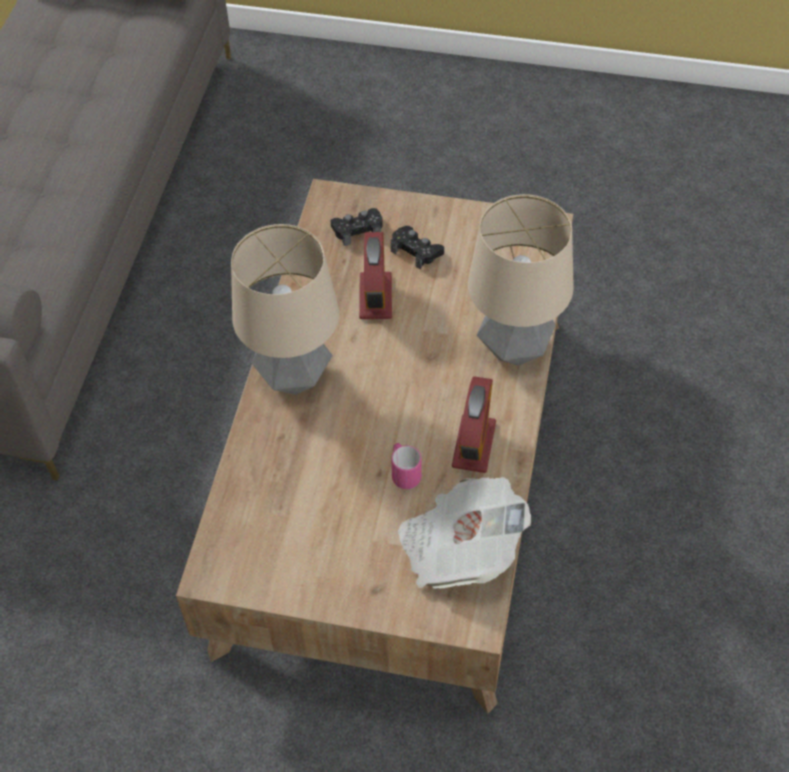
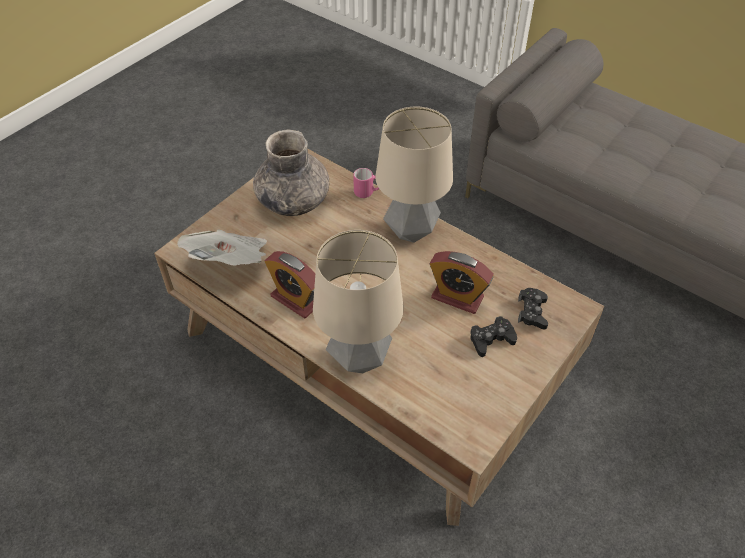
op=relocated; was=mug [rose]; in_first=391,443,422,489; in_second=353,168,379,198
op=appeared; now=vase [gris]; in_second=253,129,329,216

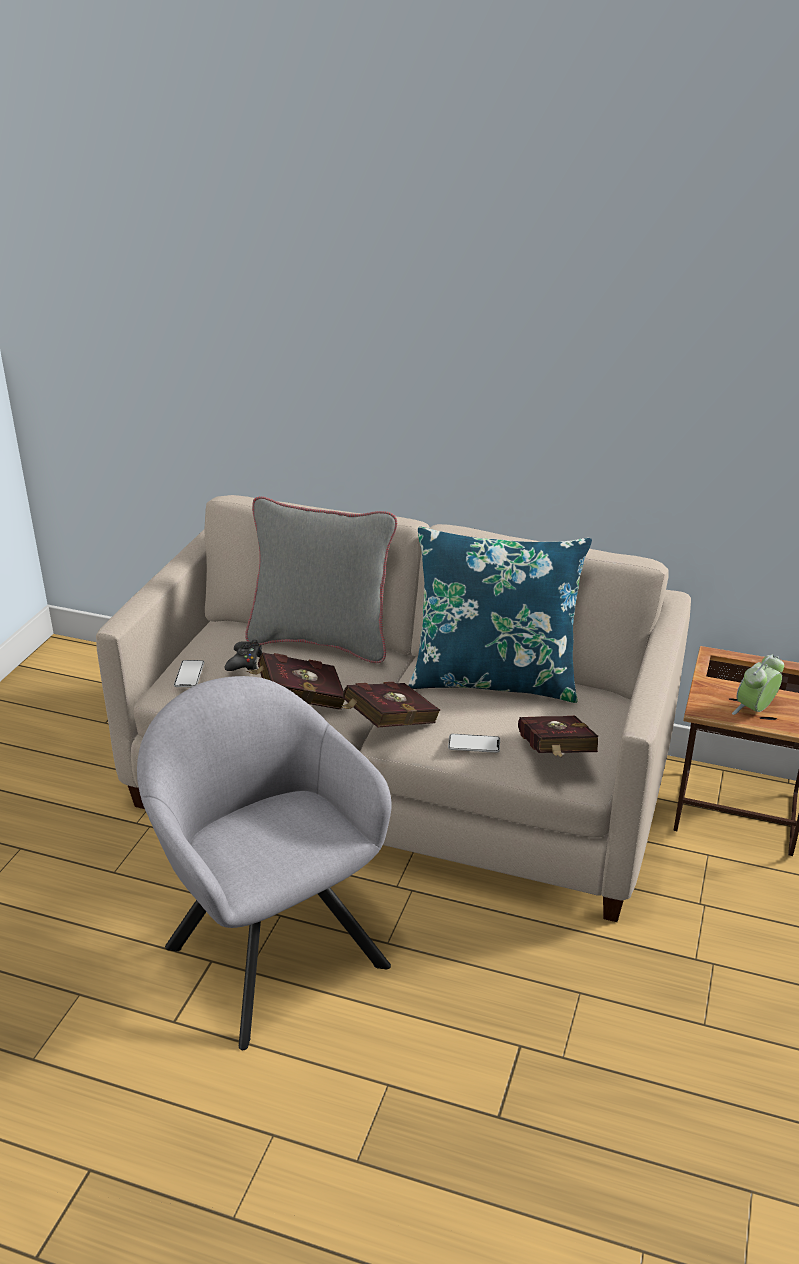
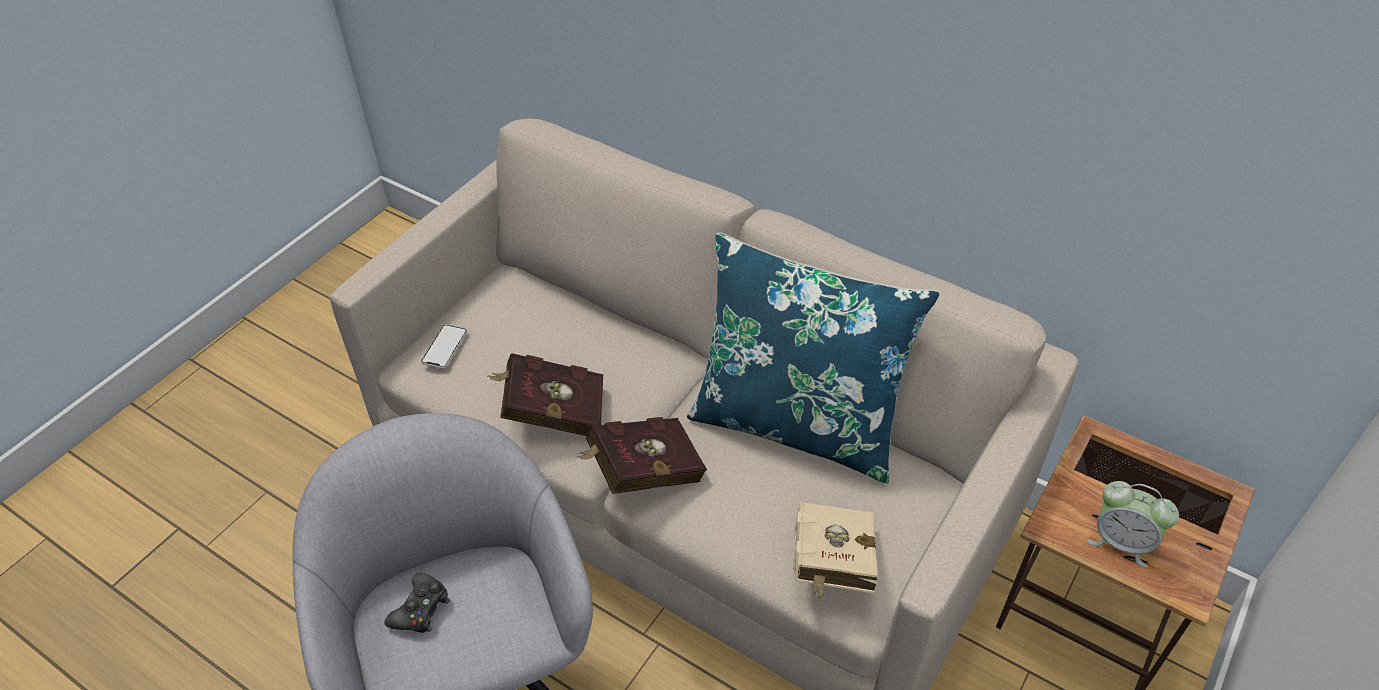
op=missing; was=coussin [gris]; in_first=245,496,397,663
op=relocated; was=manette [noir]; in_first=224,640,262,671; in_second=384,573,450,633
op=spun; was=réveil; in_first=732,655,784,715; in_second=1087,481,1179,568; clockwise=-120
op=colour; was=livre [rouge]; now=livre [beige]; in_first=518,716,598,757; in_second=793,502,878,598
op=missing; was=téléphone; in_first=448,734,500,753

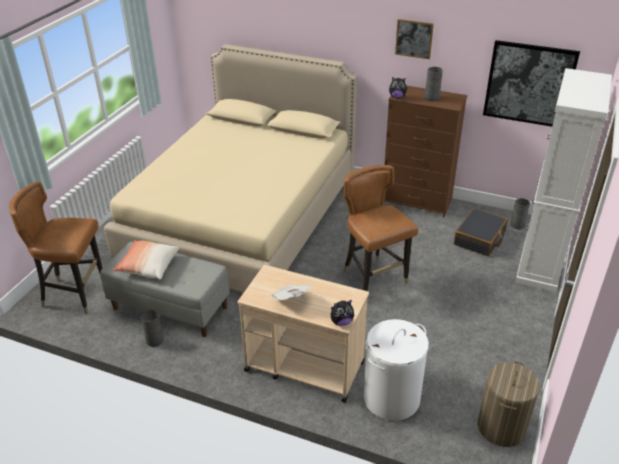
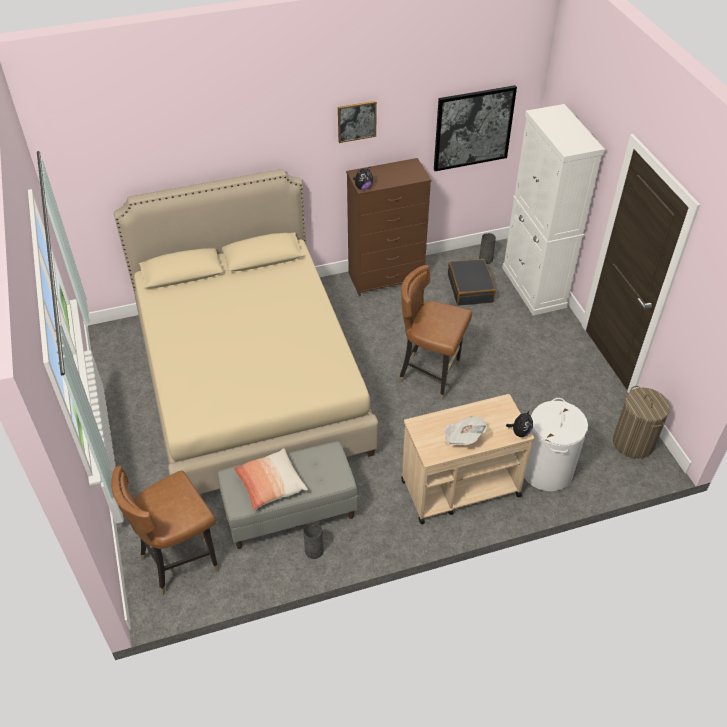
op=missing; was=vase [gris]; in_first=425,67,443,101

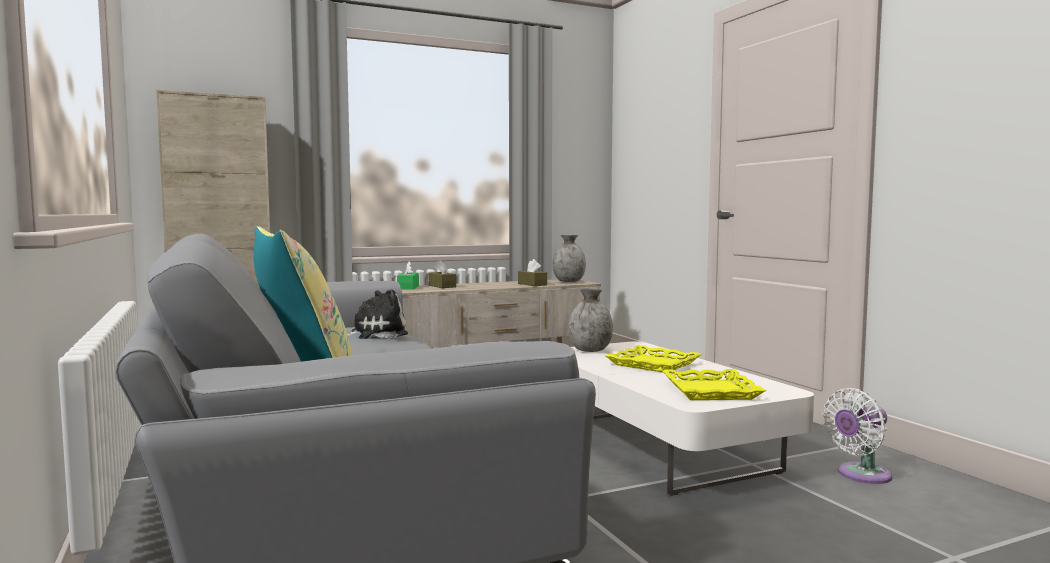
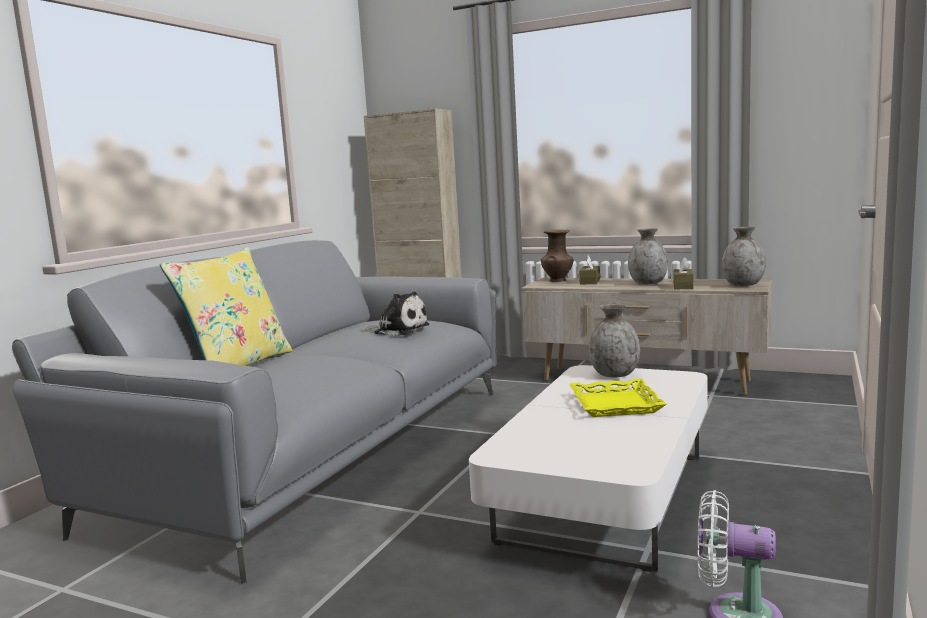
op=exchanged; was=boîte à mouchoirs [vert]; now=vase [marron]; in_first=397,261,419,289; in_second=541,229,574,282
op=missing; was=plateau [jaune]; in_first=663,369,766,400
op=appeared; now=vase [gris]; in_second=628,228,668,284

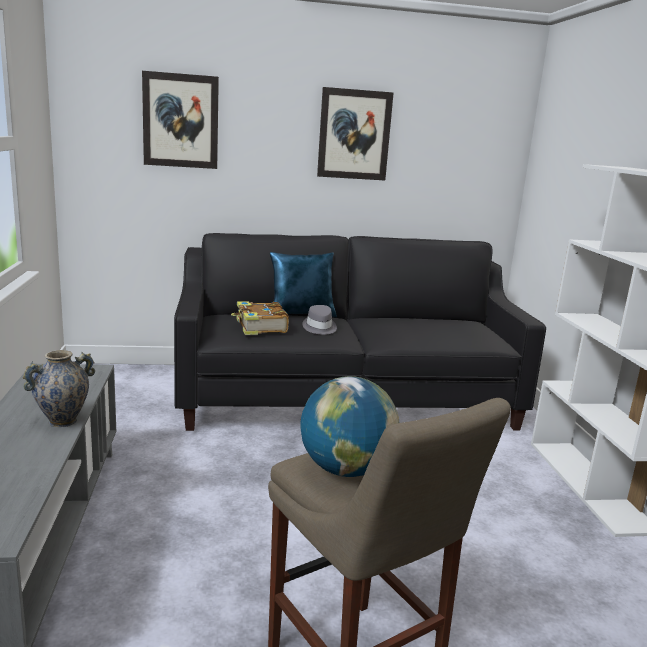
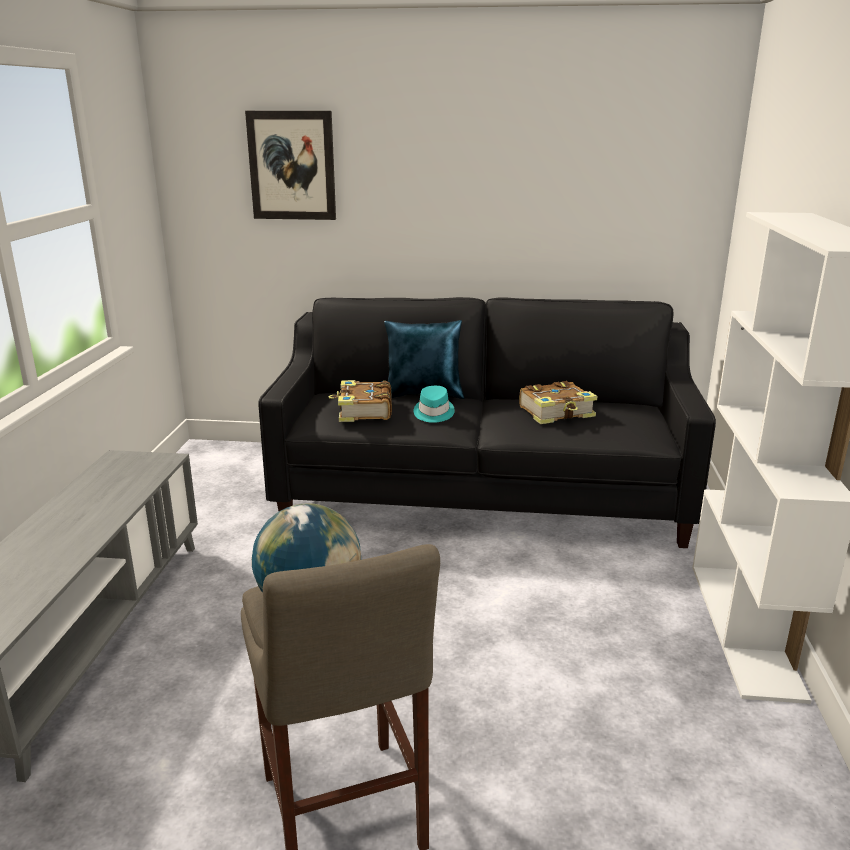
op=missing; was=tableau; in_first=317,87,394,180
op=colour; was=chapeau [gris]; now=chapeau [turquoise]; in_first=302,305,337,335; in_second=414,386,455,423
op=missing; was=vase; in_first=22,350,95,427
op=appeared; now=livre; in_second=519,381,597,424

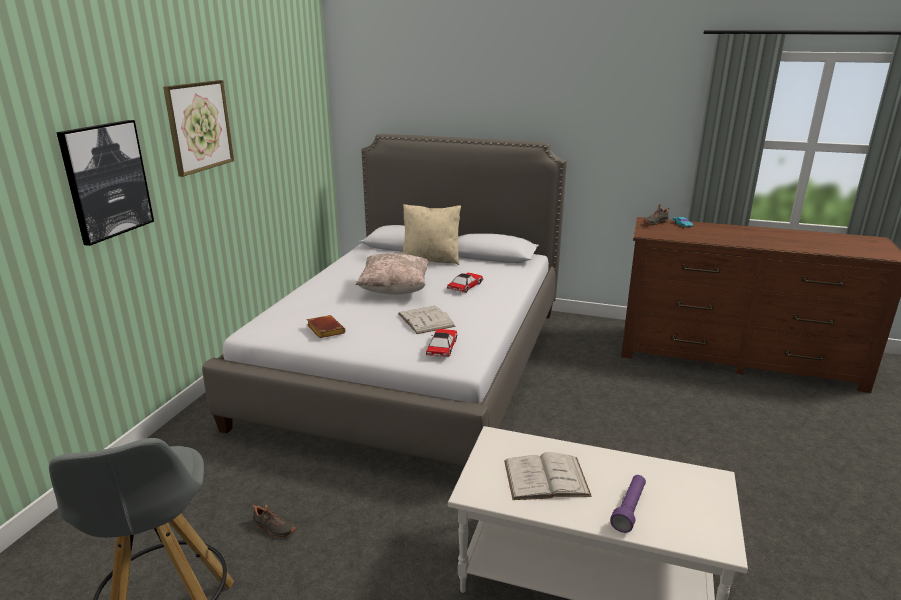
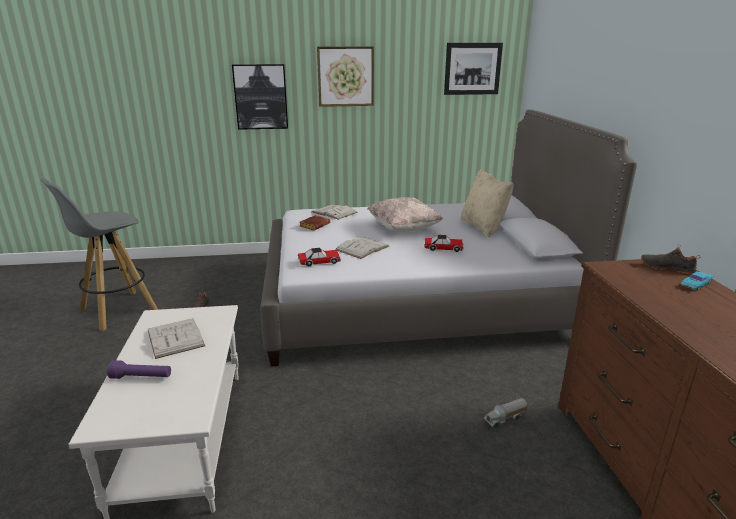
op=appeared; now=tableau; in_second=444,43,503,95
op=appeared; now=livre [blanc]; in_second=312,205,358,220
op=appeared; now=camion jouet; in_second=483,398,527,428

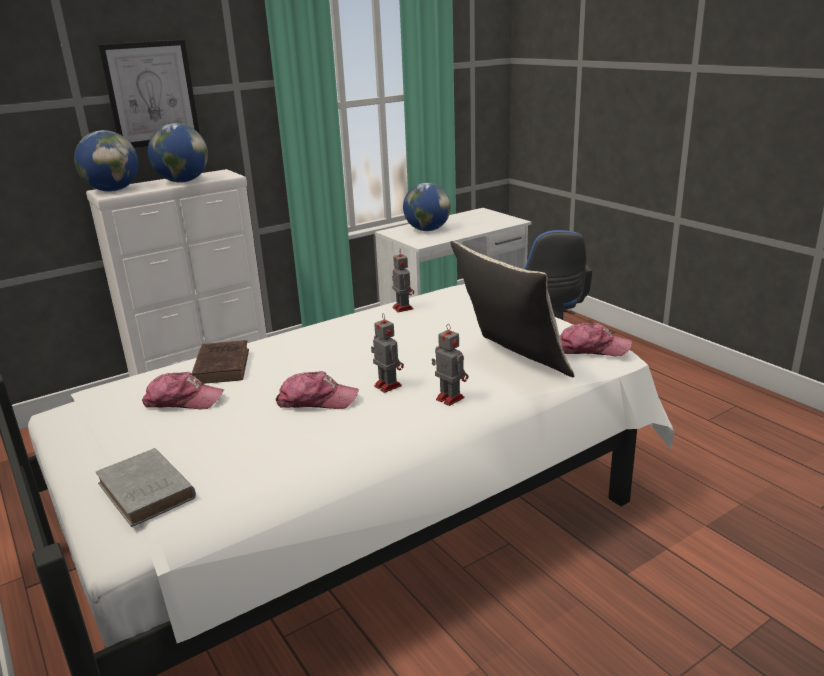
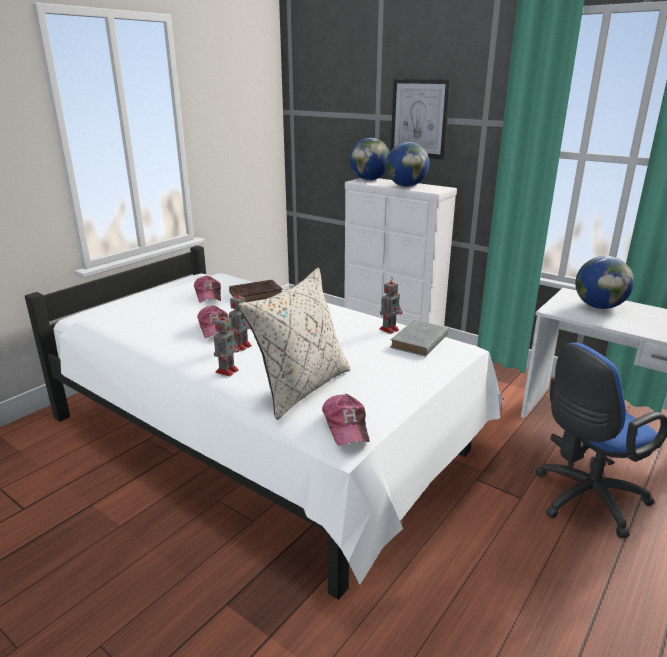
op=relocated; was=livre [gris]; in_first=95,448,196,527; in_second=390,320,448,357

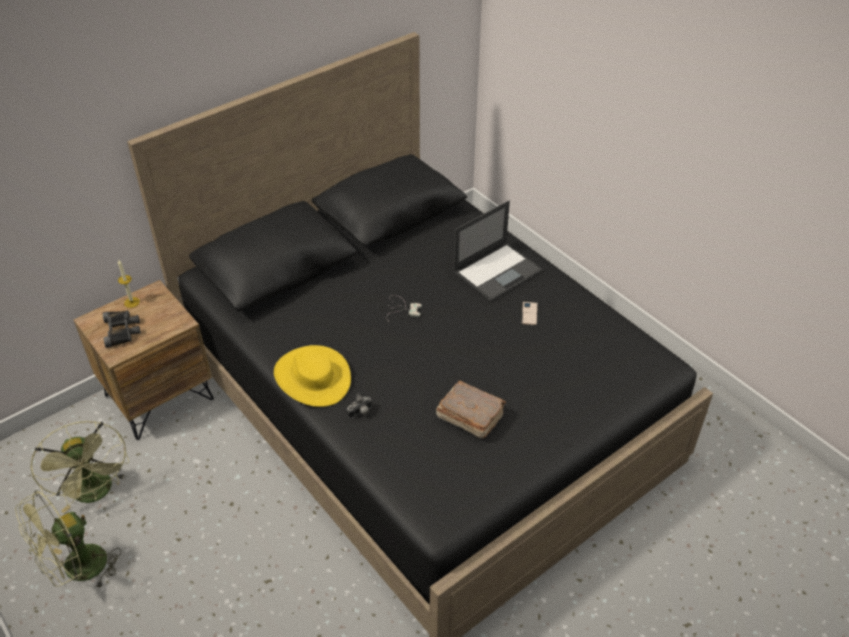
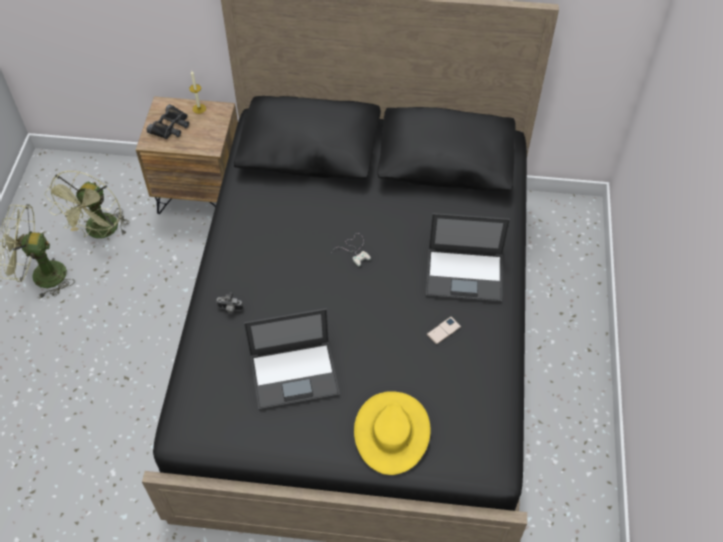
op=relocated; was=chapeau [jaune]; in_first=274,345,351,407; in_second=354,391,431,475
op=exchanged; was=livre [marron]; now=ordinateur portable; in_first=436,380,506,438; in_second=244,308,340,411

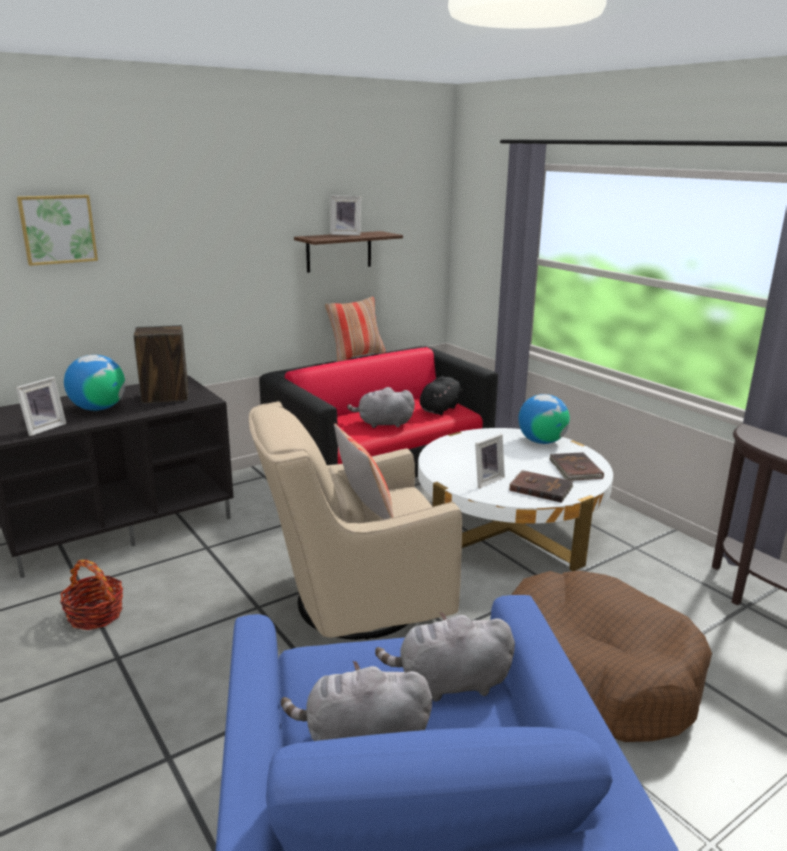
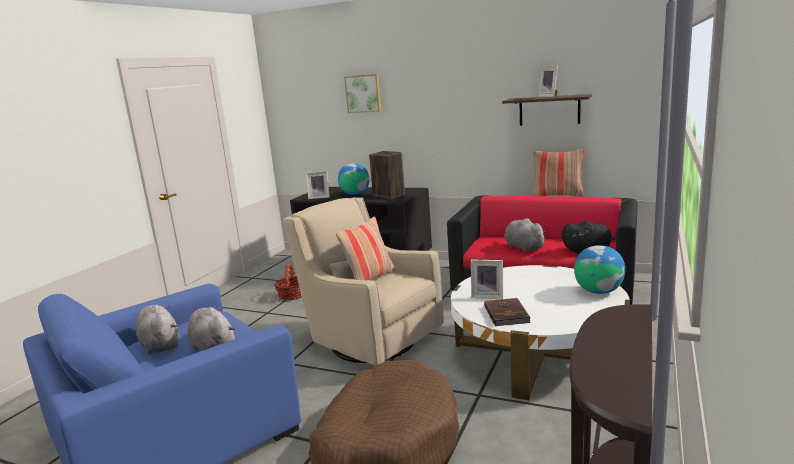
op=missing; was=livre [marron]; in_first=549,452,604,481

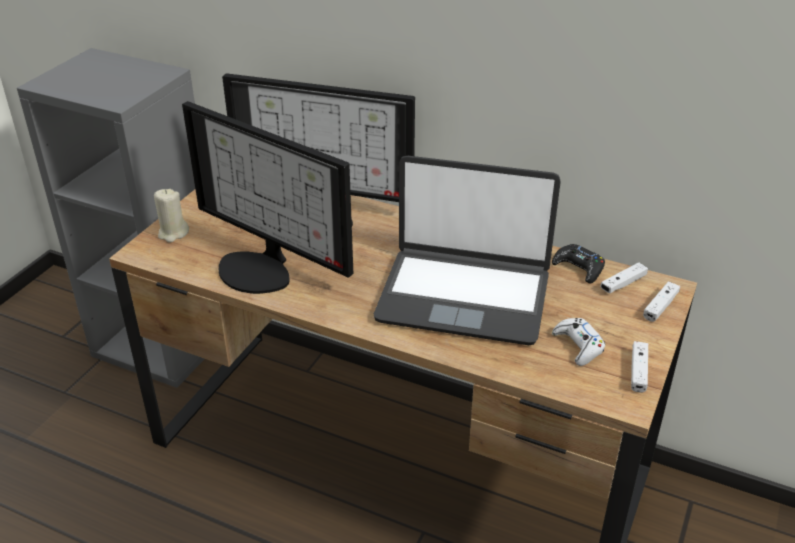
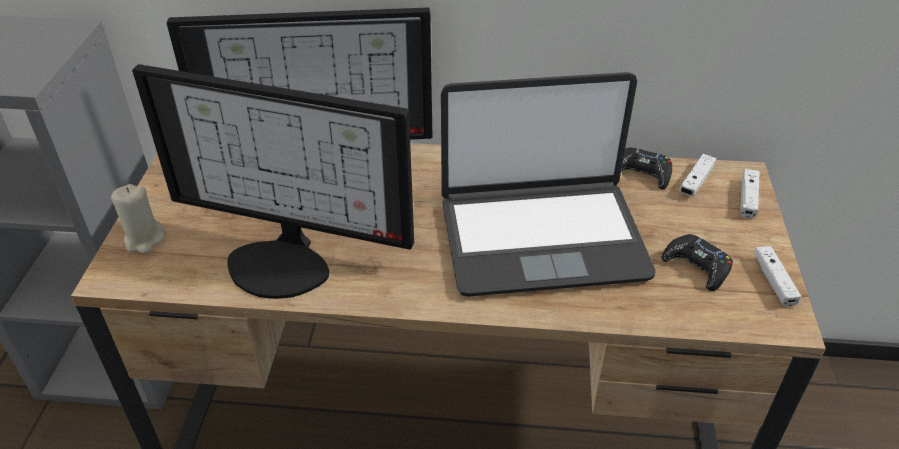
op=colour; was=manette [blanc]; now=manette [noir]; in_first=552,318,605,366; in_second=662,234,733,291

